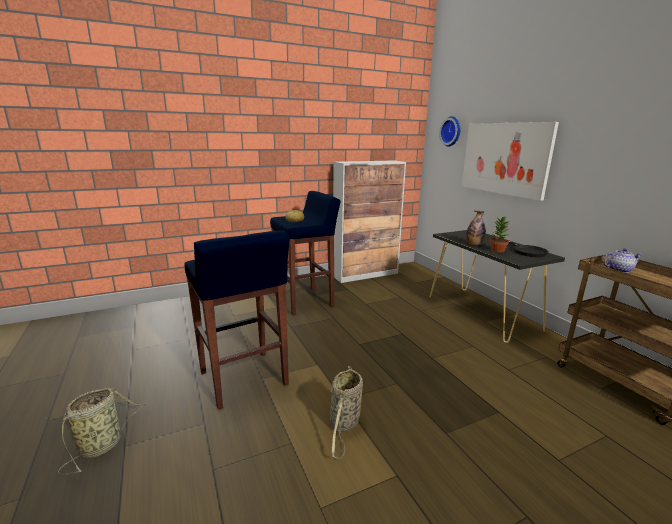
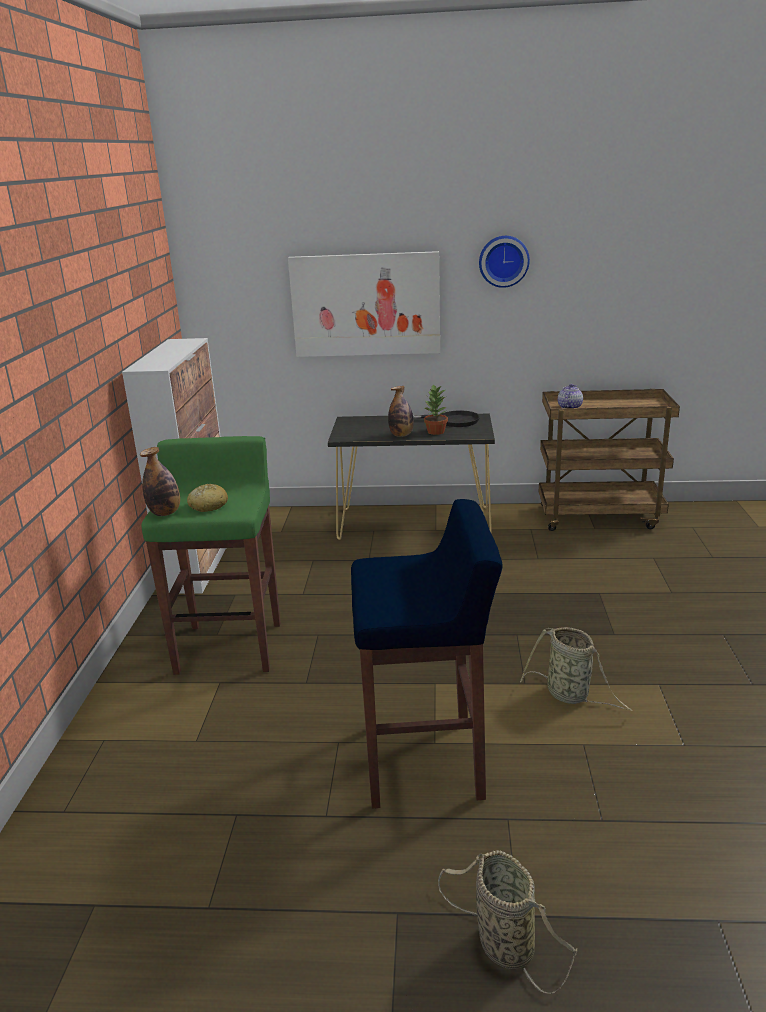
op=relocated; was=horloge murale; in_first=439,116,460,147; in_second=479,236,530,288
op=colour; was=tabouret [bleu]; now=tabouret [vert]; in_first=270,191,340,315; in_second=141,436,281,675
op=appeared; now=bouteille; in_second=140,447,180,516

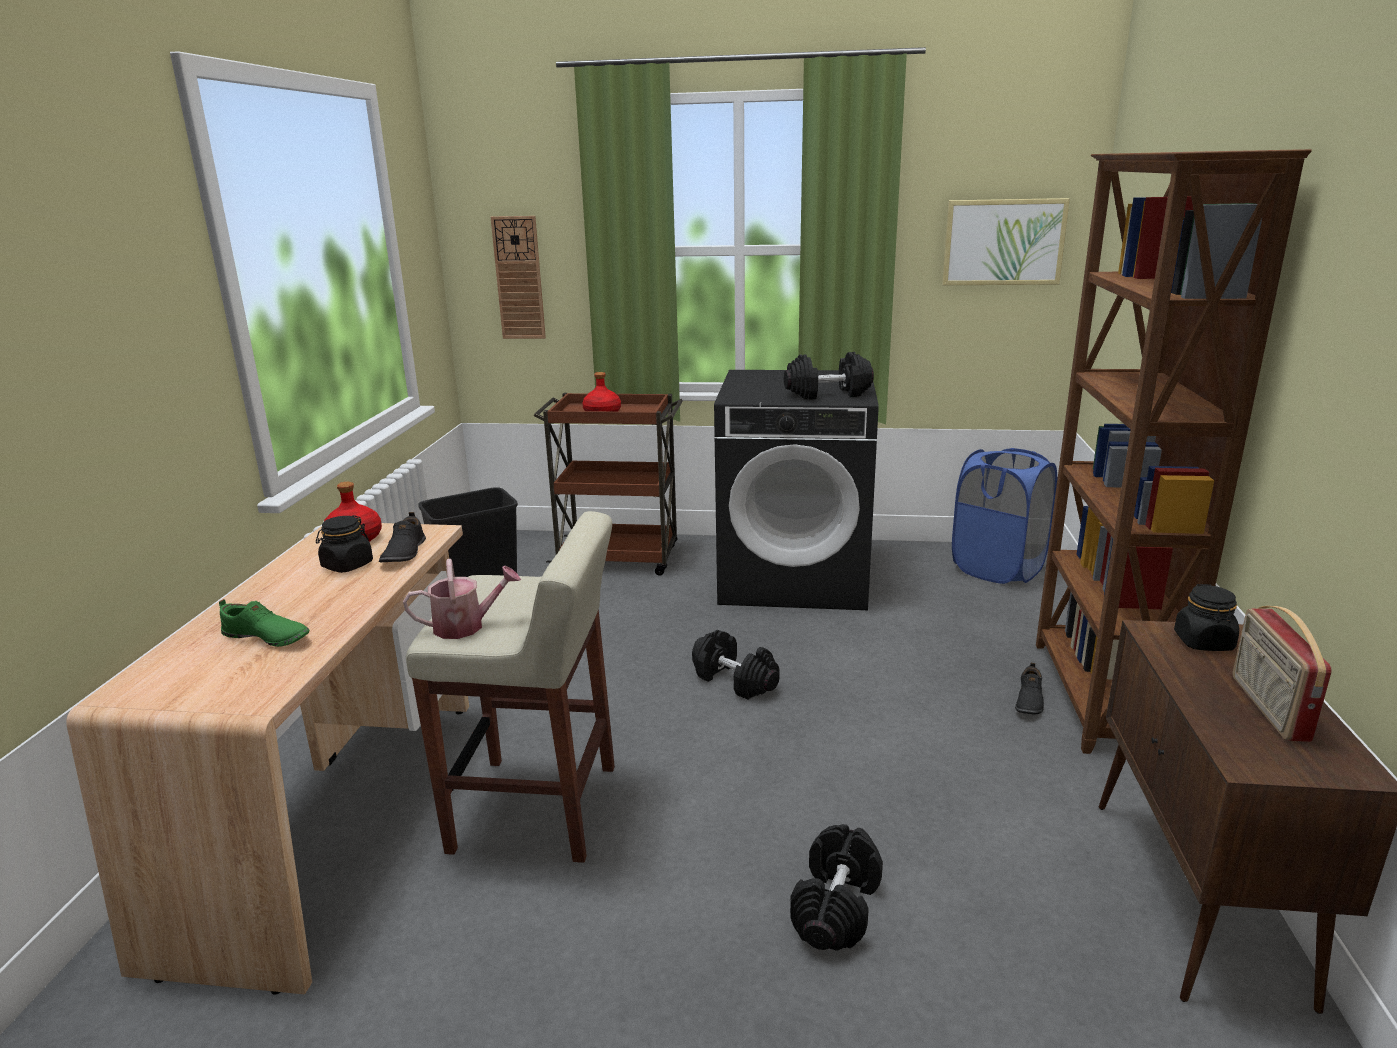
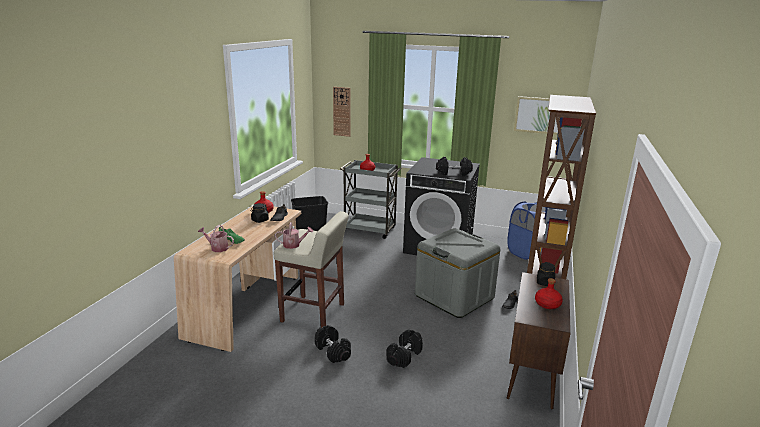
op=colour; was=chariot [marron]; now=chariot [gris]; in_first=534,393,683,576; in_second=340,160,401,239
op=exchanged; was=radio; now=bouteille [rouge]; in_first=1233,606,1332,742; in_second=535,278,563,309
op=relocated; was=haltère [noir]; in_first=692,630,780,700; in_second=315,325,351,363
op=appeared; now=arrosoir; in_second=198,225,234,252
op=appeared; now=boîte de rangement [gris]; in_second=415,228,500,318

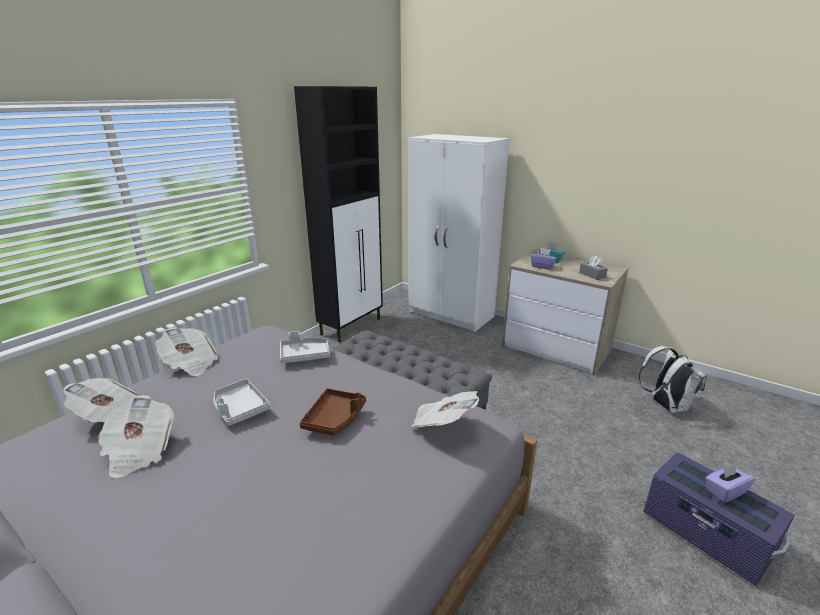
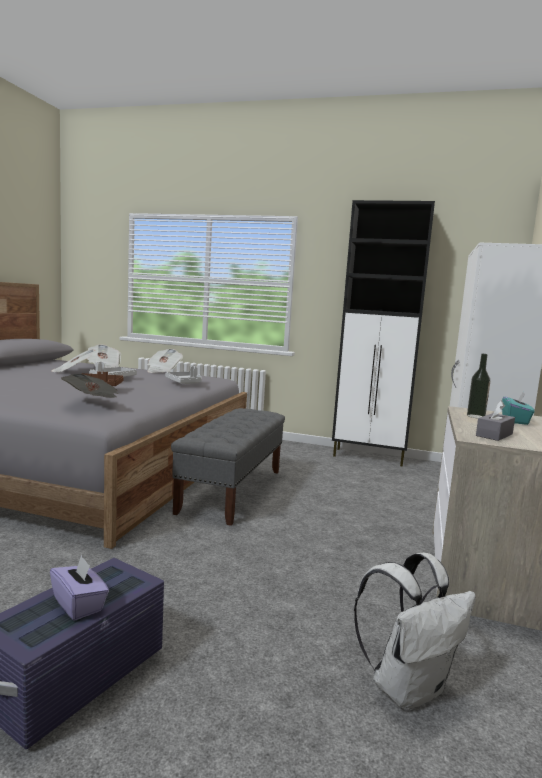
op=exchanged; was=boîte à mouchoirs [violet]; now=bouteille; in_first=530,248,557,270; in_second=467,354,490,419

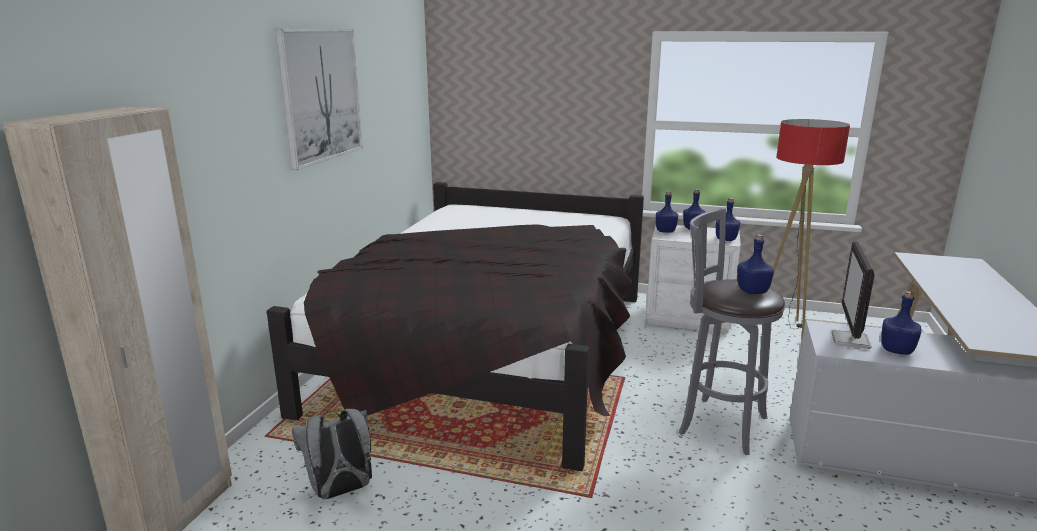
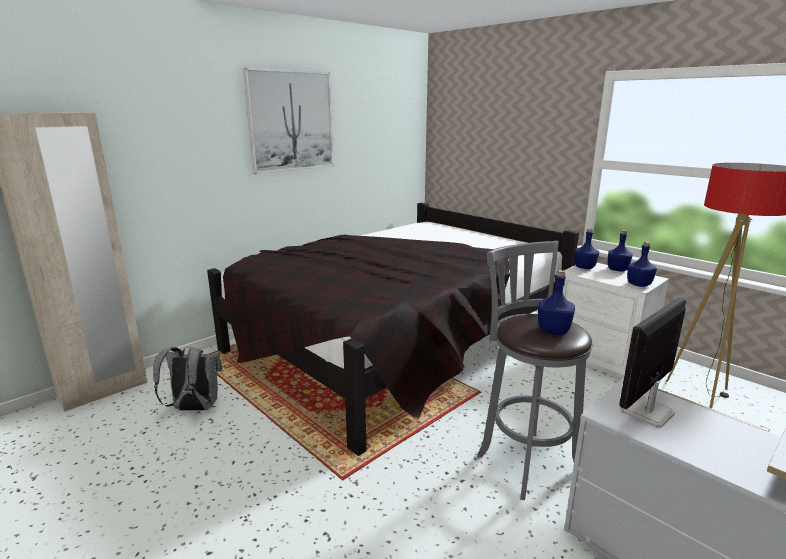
op=missing; was=bouteille [bleu]; in_first=881,291,921,355

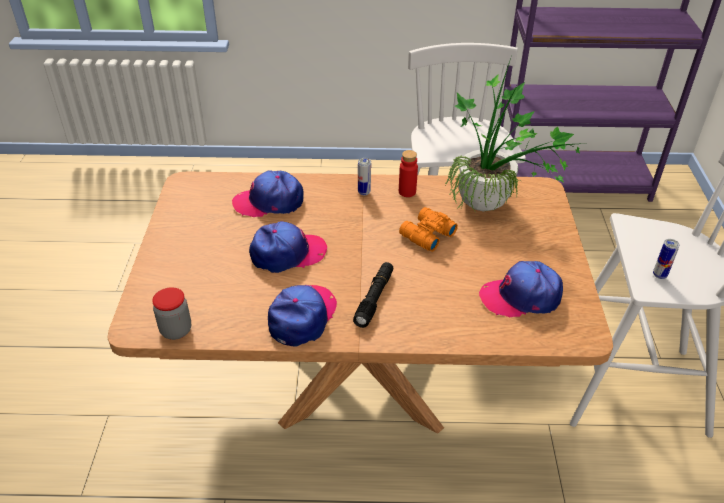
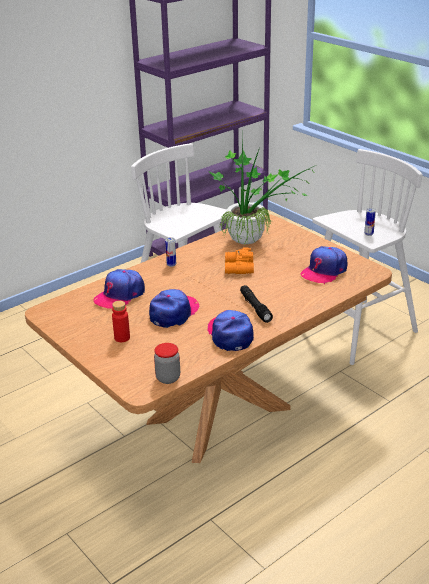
op=relocated; was=bouteille [rouge]; in_first=399,150,418,197; in_second=112,301,130,342

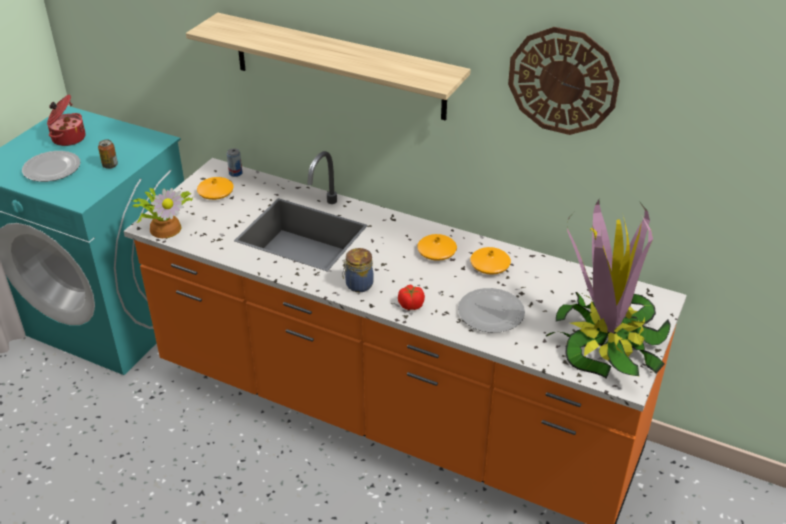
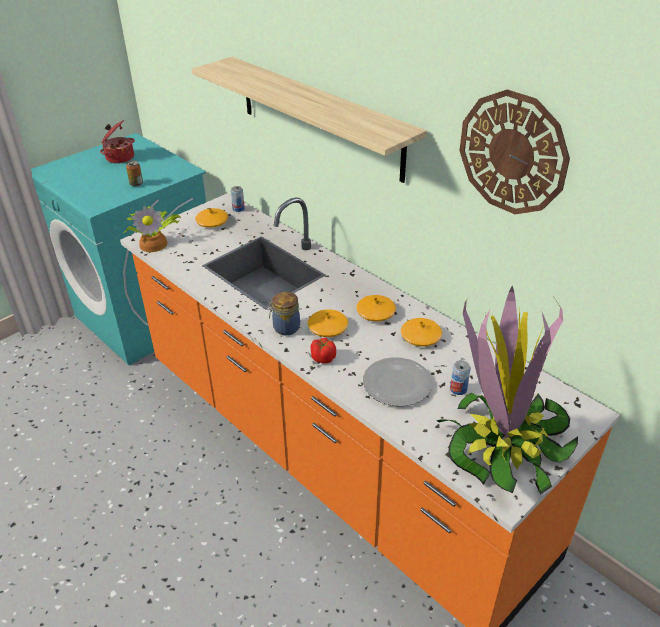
op=missing; was=assiette; in_first=22,151,80,182
op=appeared; now=vase [orange]; in_second=308,309,348,337
op=appeared; now=boîte métallique; in_second=450,360,471,395

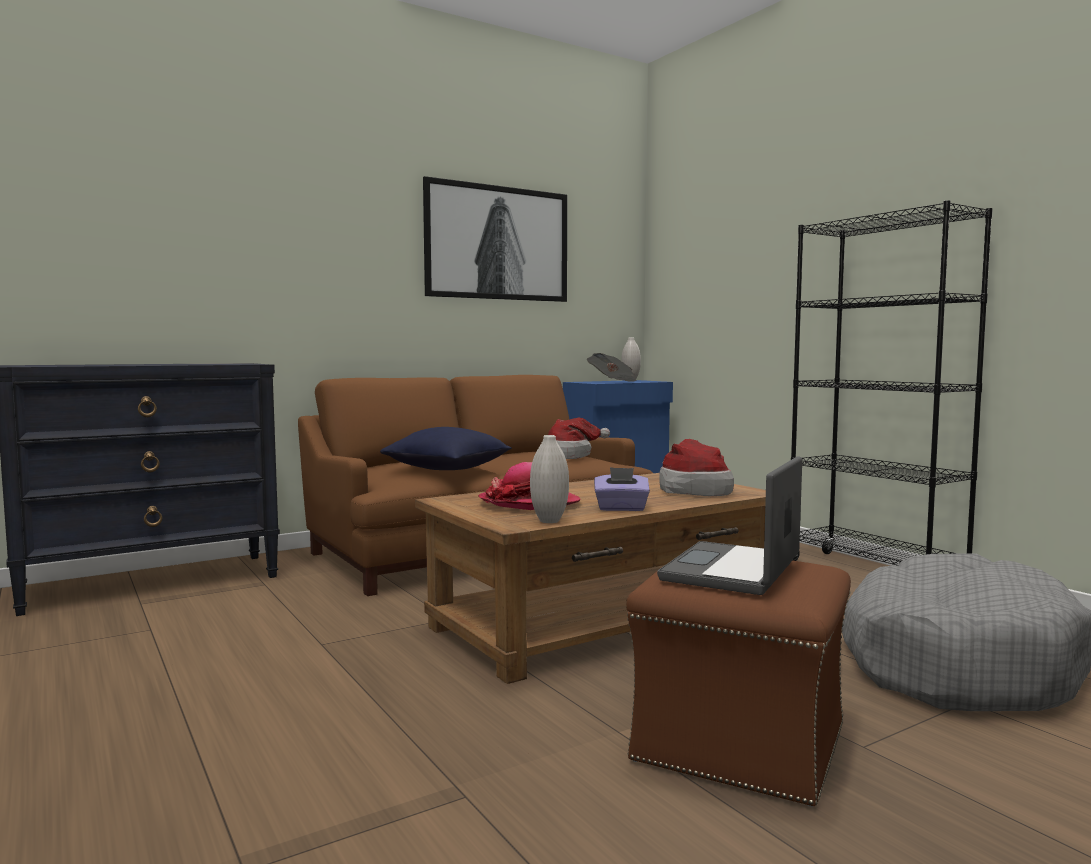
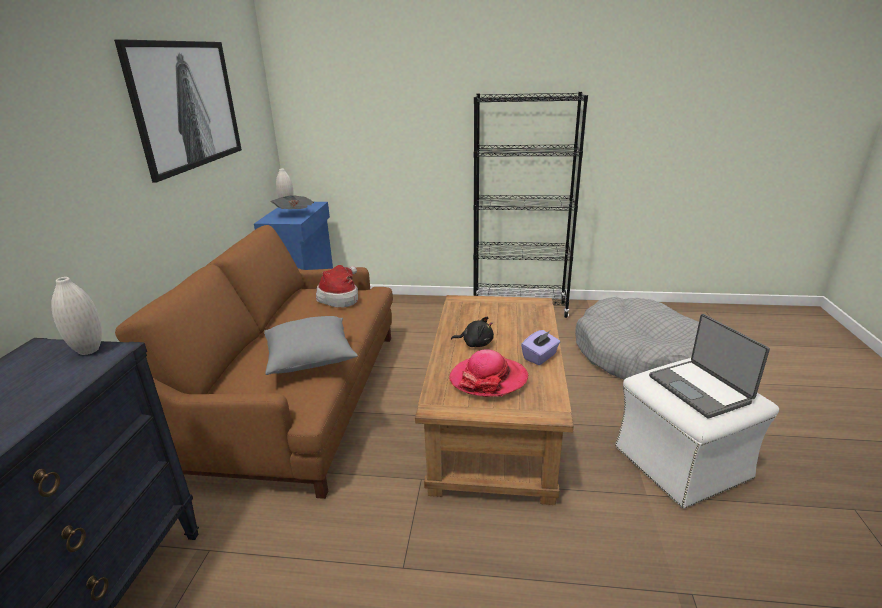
op=colour; was=coussin [bleu]; now=coussin [gris]; in_first=380,427,512,470; in_second=264,316,358,375
op=relocated; was=vase [blanc]; in_first=530,435,569,523; in_second=51,277,102,355
op=missing; was=chapeau; in_first=659,439,734,496
op=colour; was=pouf [marron]; now=pouf [blanc]; in_first=626,561,851,807; in_second=615,358,779,509
op=appeared; now=peluche [noir]; in_second=451,316,494,347

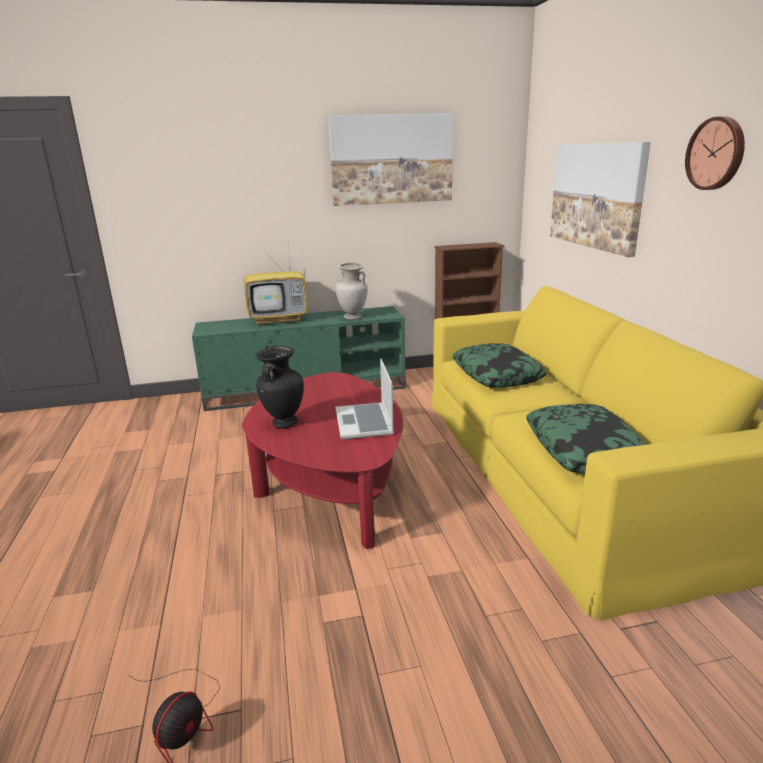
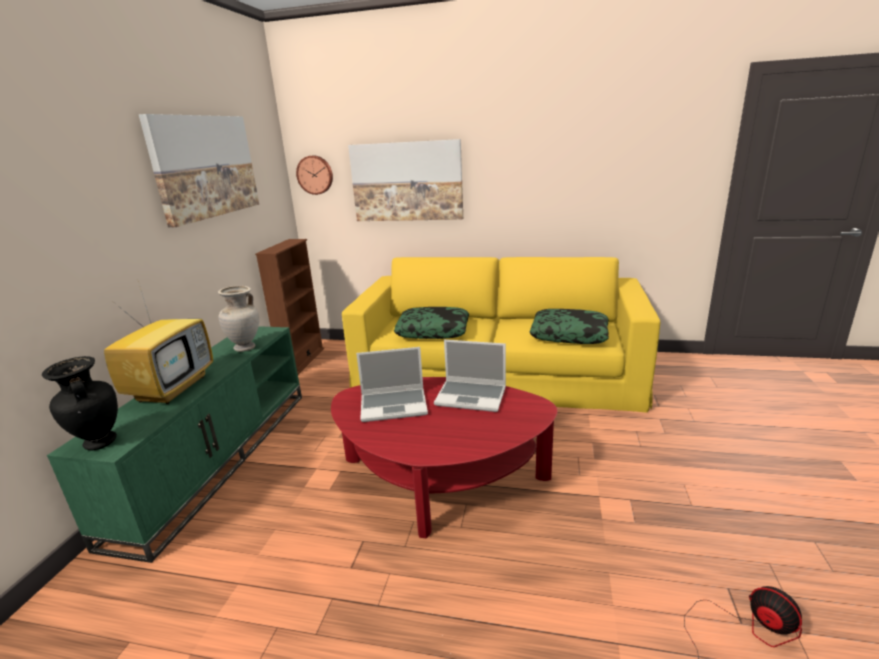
op=relocated; was=horloge murale; in_first=685,117,745,190; in_second=296,156,333,195
op=relocated; was=vase [noir]; in_first=256,346,304,429; in_second=42,356,118,451
op=appeared; now=ordinateur portable; in_second=356,347,428,422

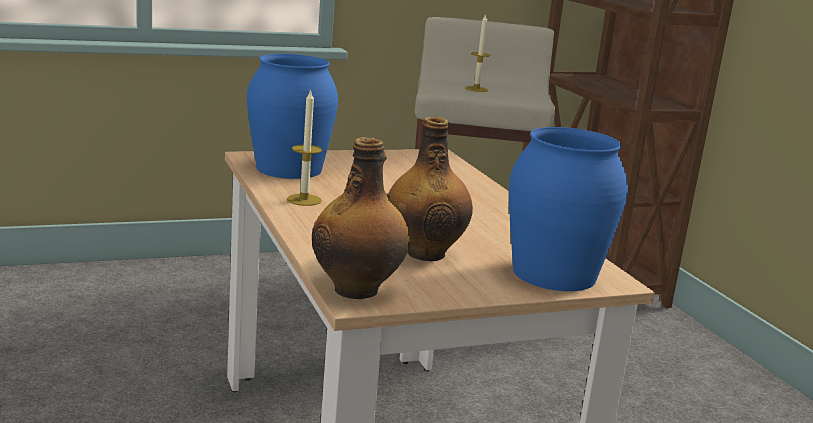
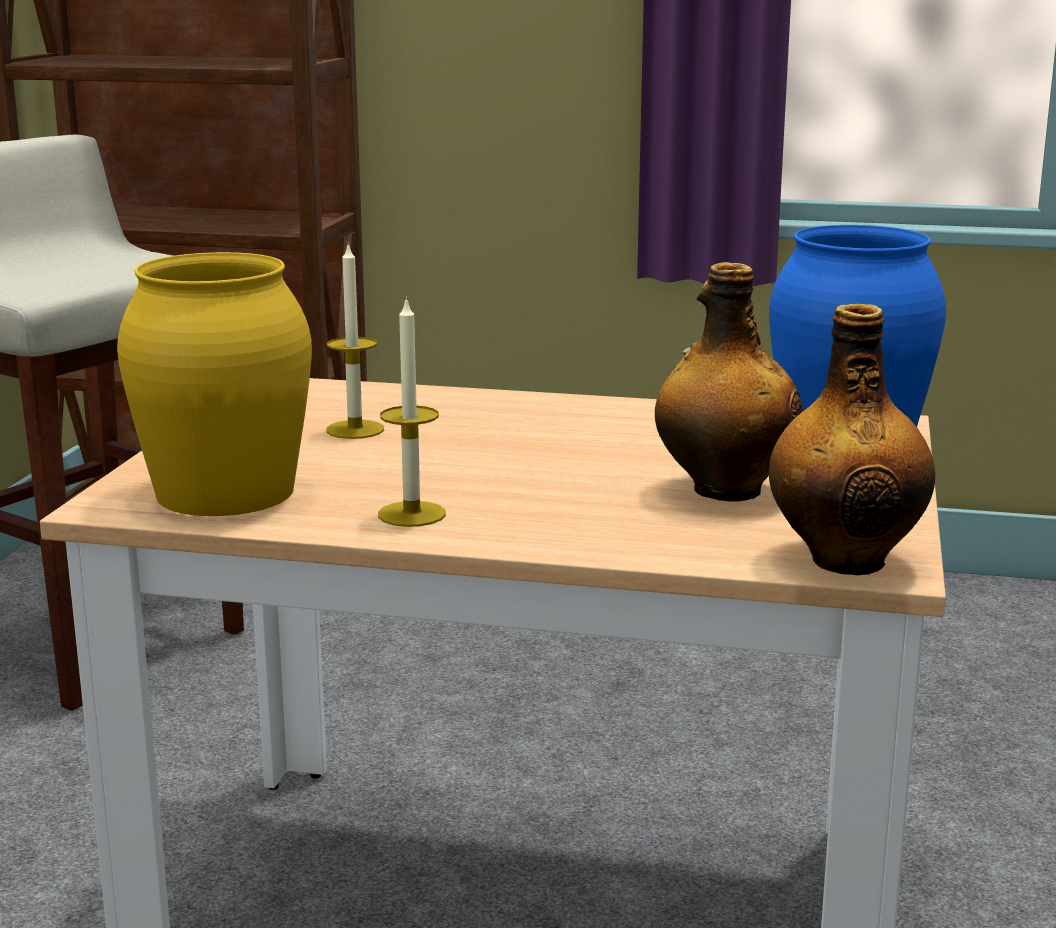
op=relocated; was=bougie; in_first=465,13,490,92; in_second=326,243,384,439
op=colour; was=vase [bleu]; now=vase [jaune]; in_first=247,54,338,179; in_second=117,252,312,516

